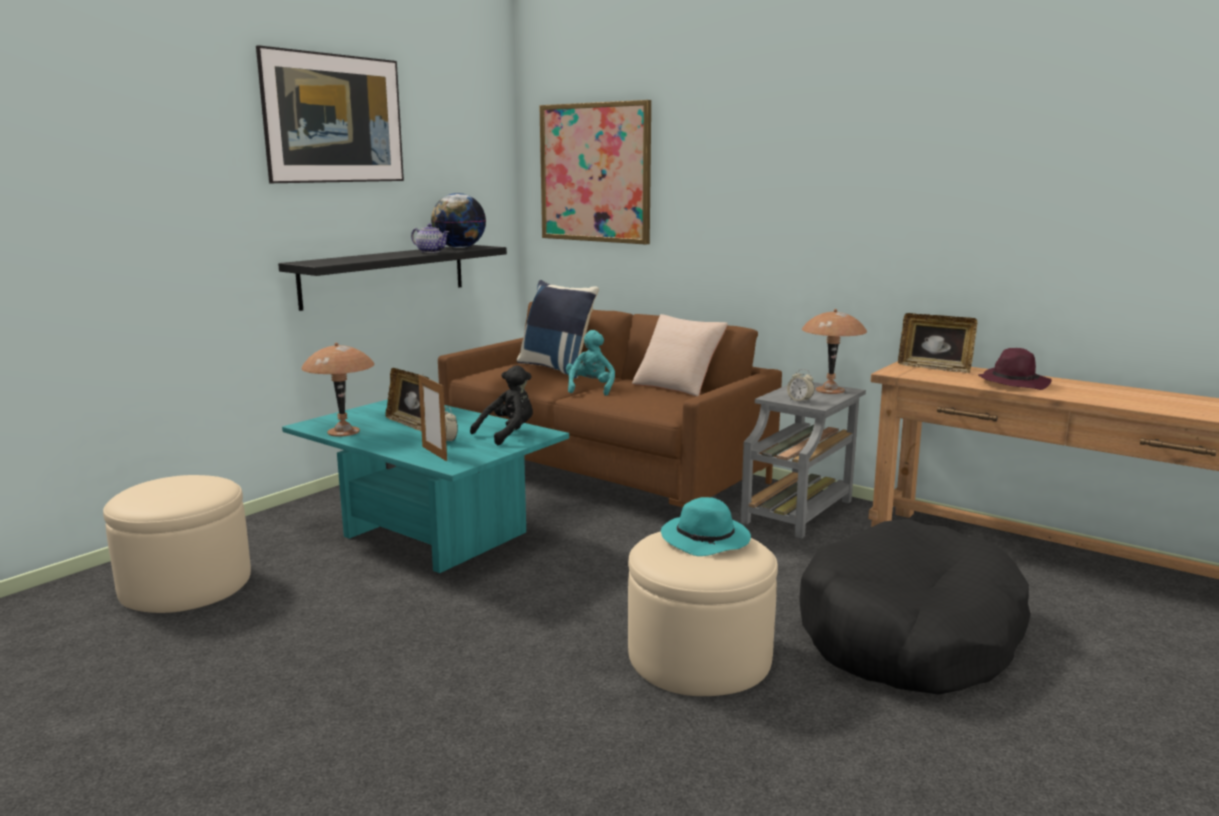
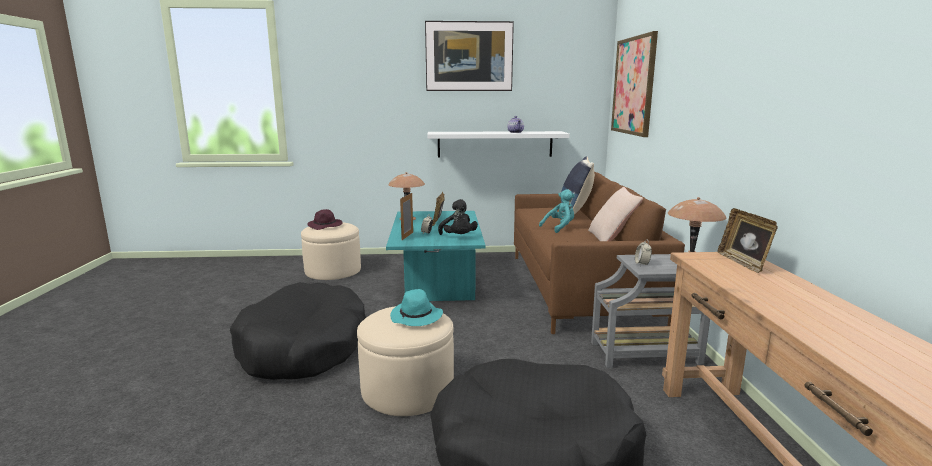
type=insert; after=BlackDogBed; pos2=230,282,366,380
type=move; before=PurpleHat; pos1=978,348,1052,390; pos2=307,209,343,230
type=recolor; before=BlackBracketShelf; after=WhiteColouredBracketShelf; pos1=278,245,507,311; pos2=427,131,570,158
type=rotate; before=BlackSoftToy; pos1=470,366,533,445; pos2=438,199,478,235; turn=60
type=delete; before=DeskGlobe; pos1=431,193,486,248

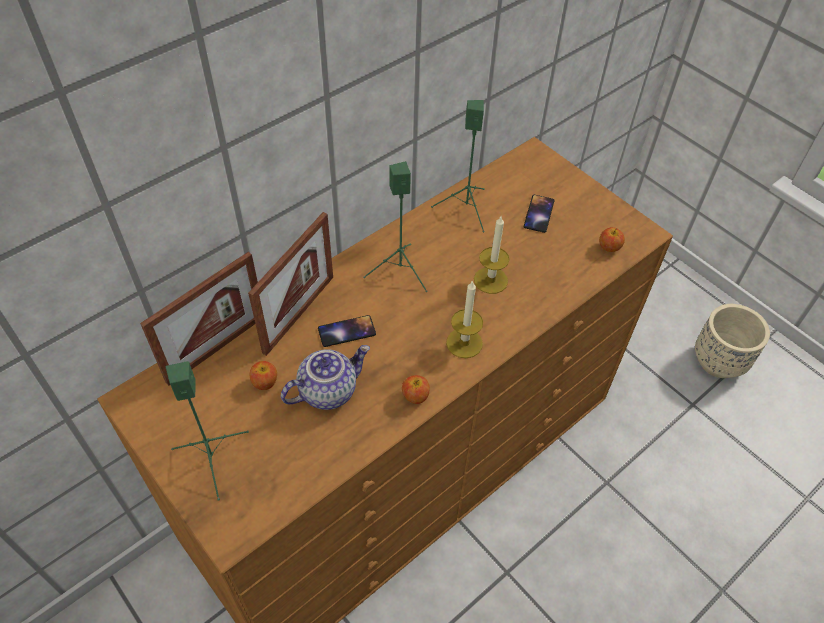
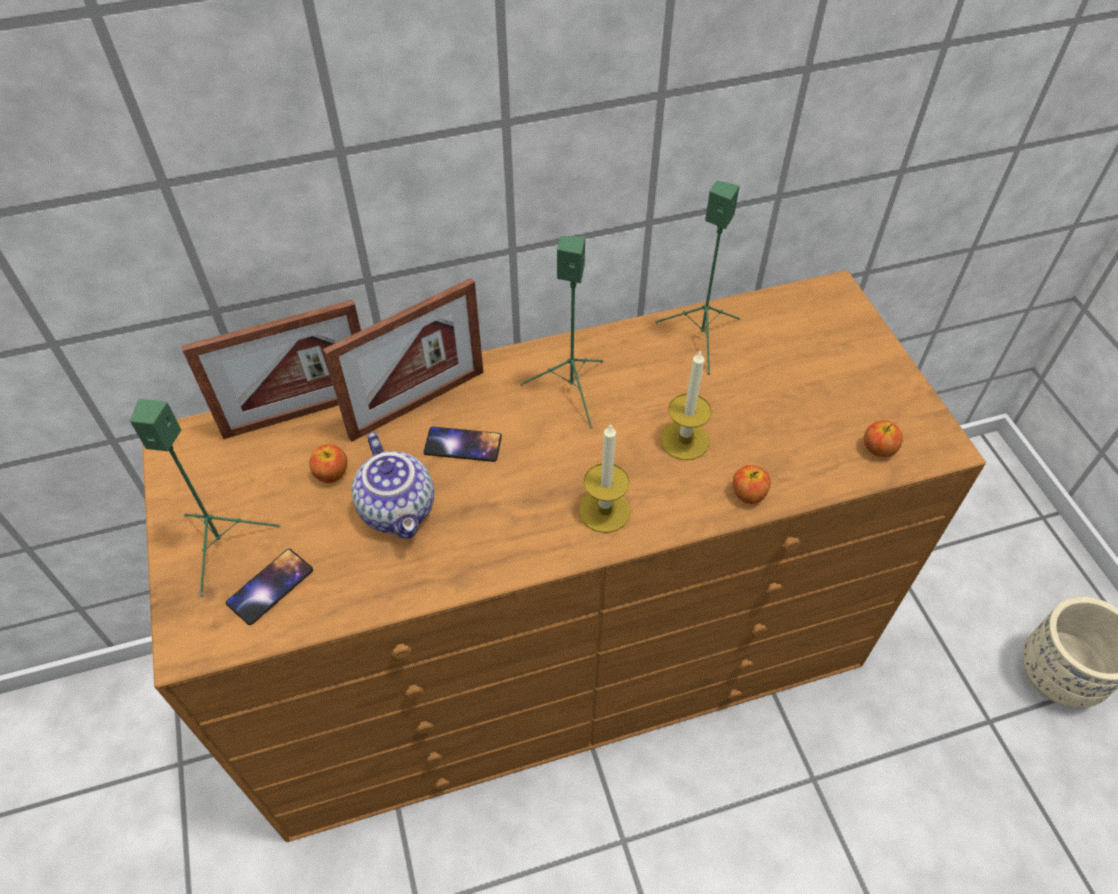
type=move; before=Phone; pos1=524,195,554,233; pos2=226,549,313,625
type=rotate; before=TeaPot; pos1=281,345,370,410; pos2=352,432,434,539; turn=75
type=move; before=WholeApple; pos1=402,375,430,404; pos2=733,465,771,504

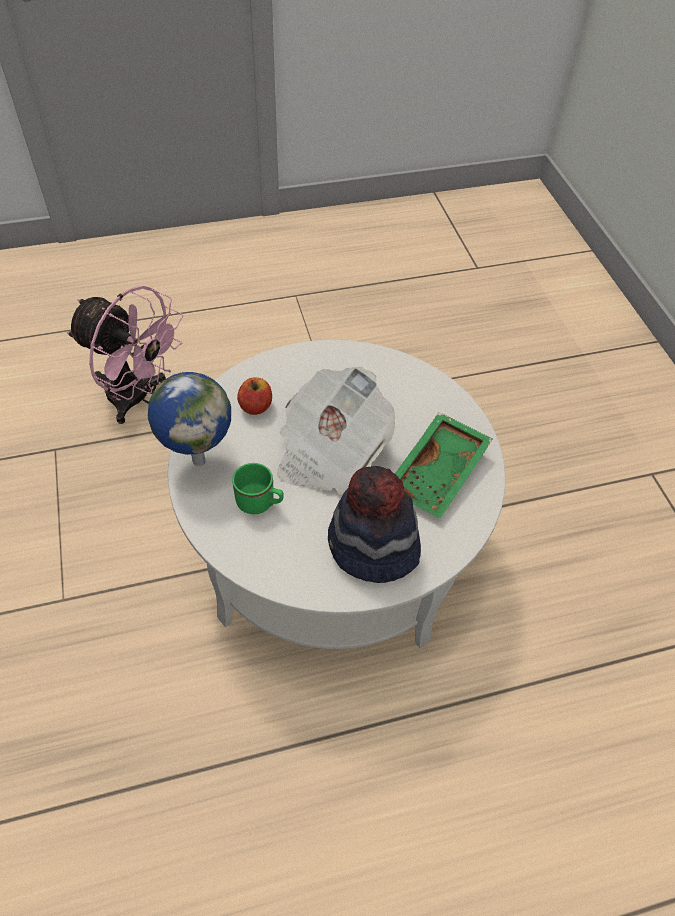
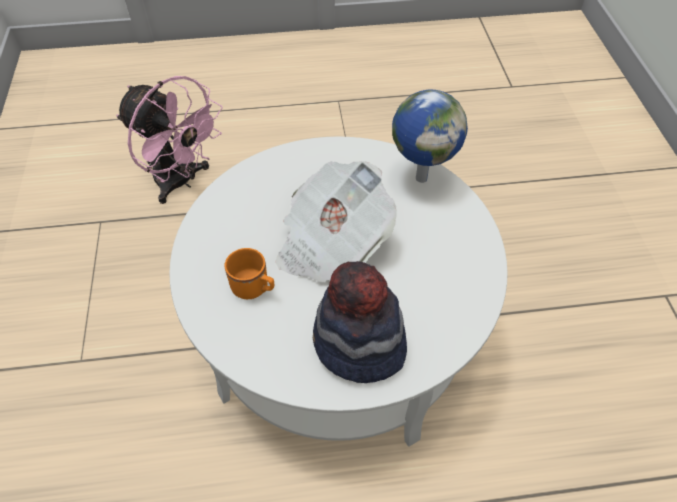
type=recolor; before=GreenishMug; after=OrangeMug; pos1=232,463,284,514; pos2=225,248,274,299
type=move; before=DeskGlobe; pos1=148,372,231,466; pos2=392,90,468,183
type=delete; before=WholeApple; pos1=237,377,272,415
type=delete; before=GreenishCarryingTray; pos1=395,412,493,518

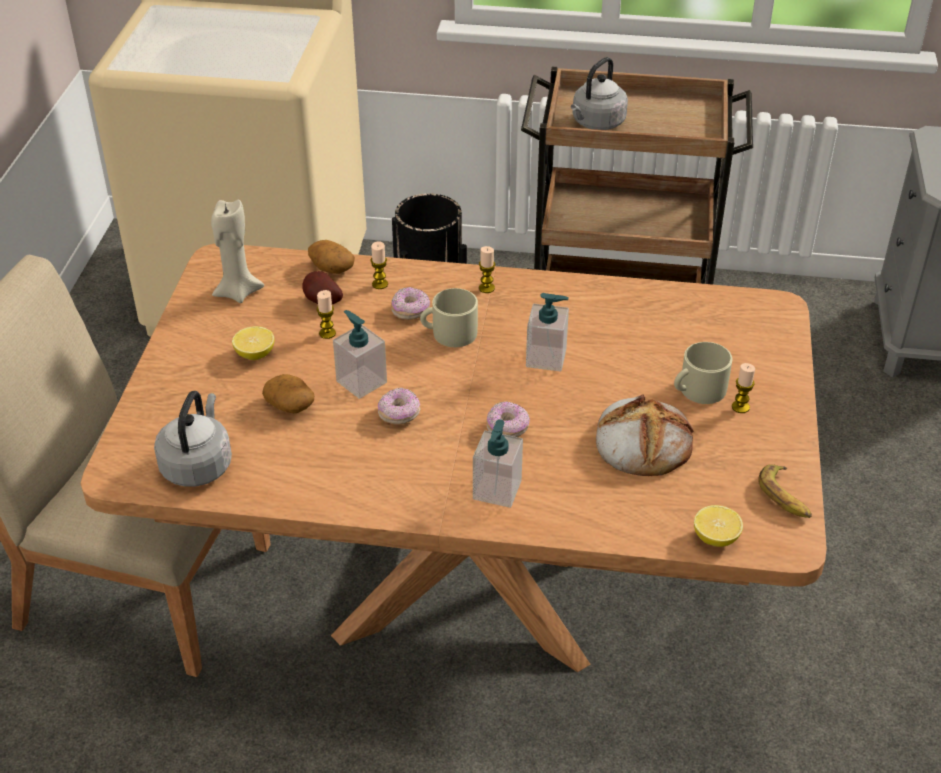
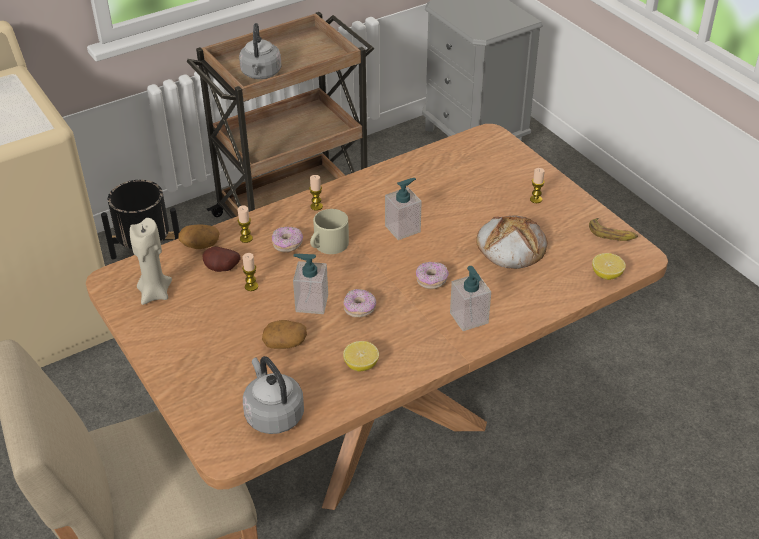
type=move; before=WholeLemon; pos1=232,326,275,360; pos2=343,341,379,372
type=delete; before=BeigeMug; pos1=674,342,732,404

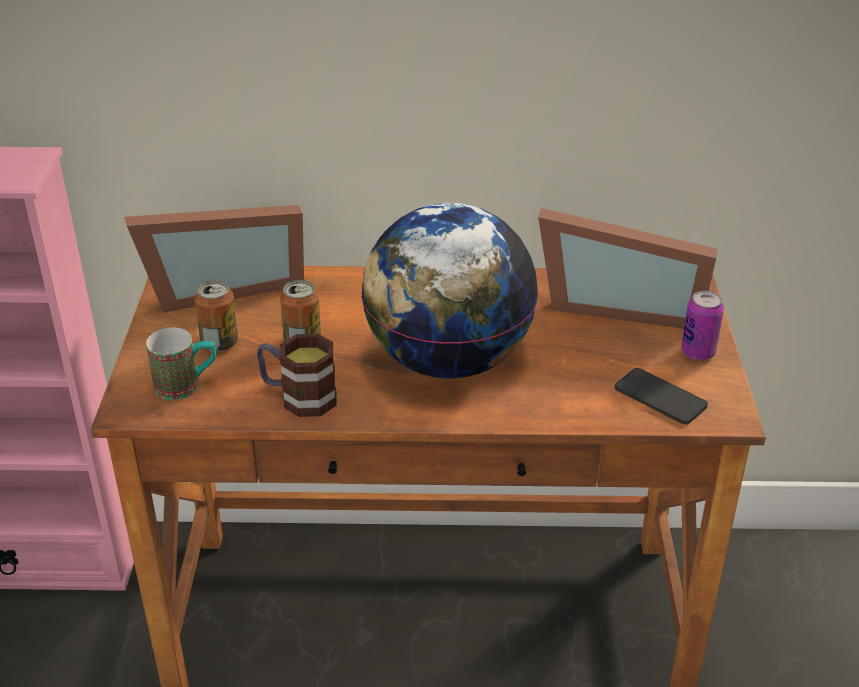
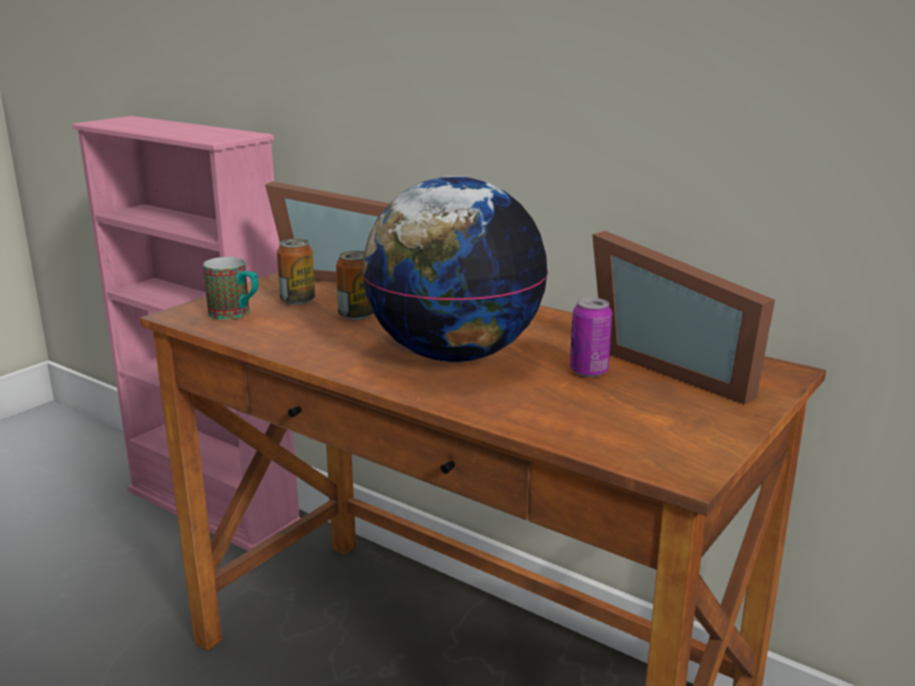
type=move; before=MetalCan; pos1=681,291,724,360; pos2=570,297,612,377
type=delete; before=Mug; pos1=257,334,337,417
type=delete; before=Phone; pos1=615,368,708,424

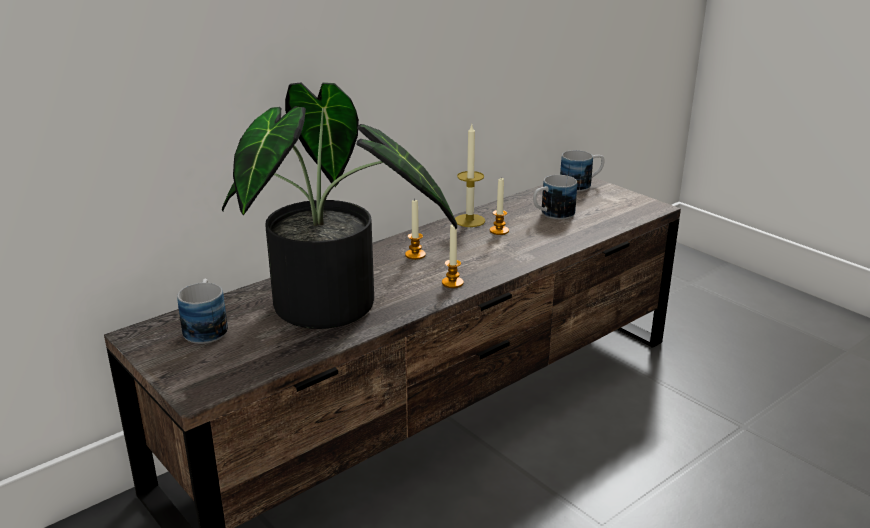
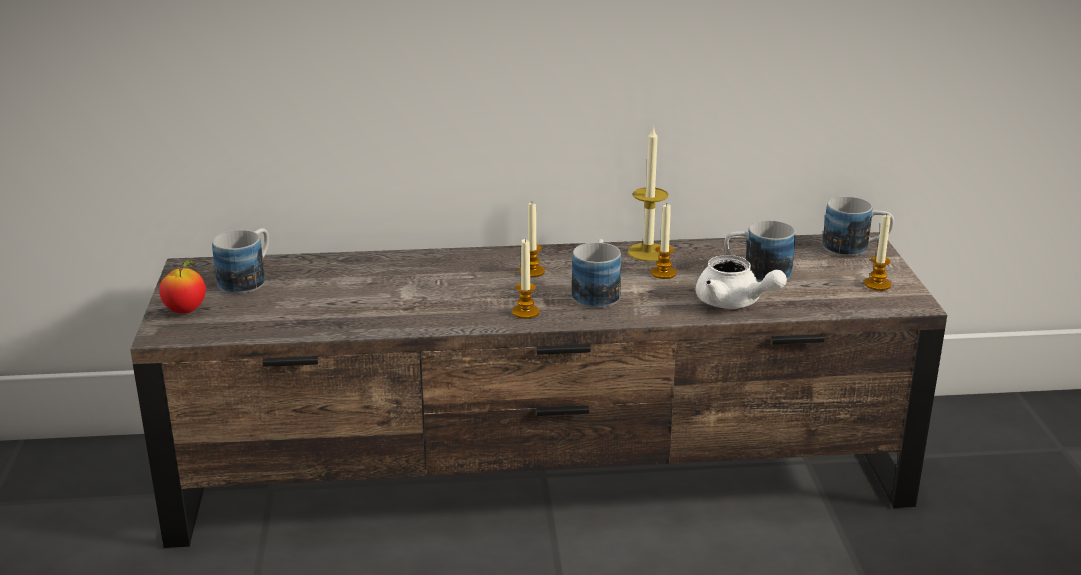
type=insert; after=WholeApple; pos2=159,261,206,314
type=insert; after=Mug; pos2=572,239,621,308
type=insert; after=WhiteColouredTeaPot; pos2=696,255,787,309
type=insert; after=WaxLight; pos2=864,215,891,291
type=delete; before=PottedPlant; pos1=222,82,457,329

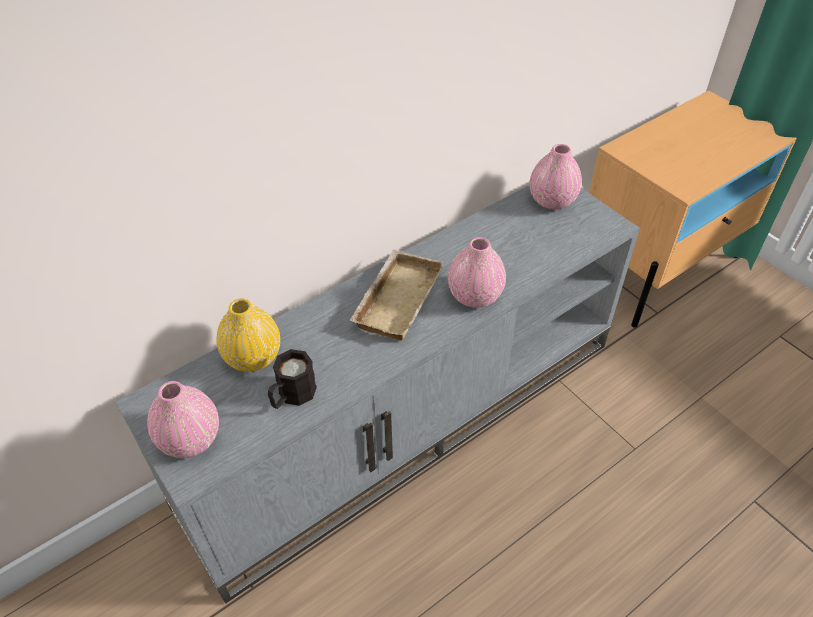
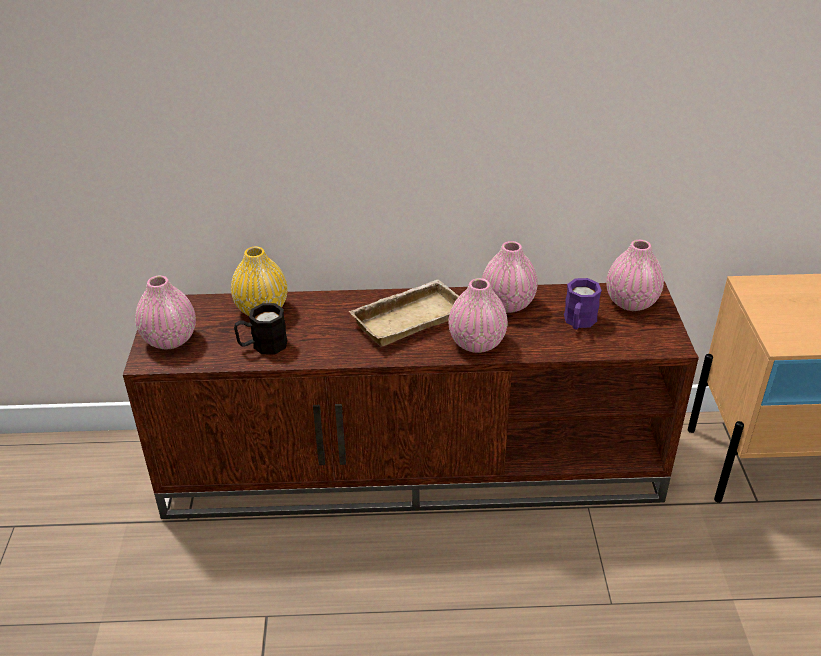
type=recolor; before=GreyishTvStand; after=BrownColouredTvStand; pos1=115,185,640,604; pos2=123,281,699,519
type=insert; after=PinkDecorativeVase; pos2=482,241,538,313
type=insert; after=PurpleMug; pos2=564,278,602,329

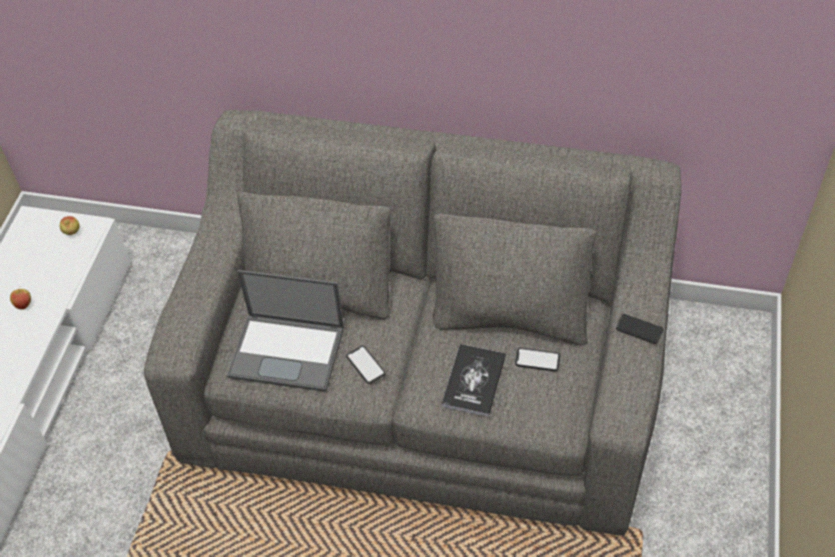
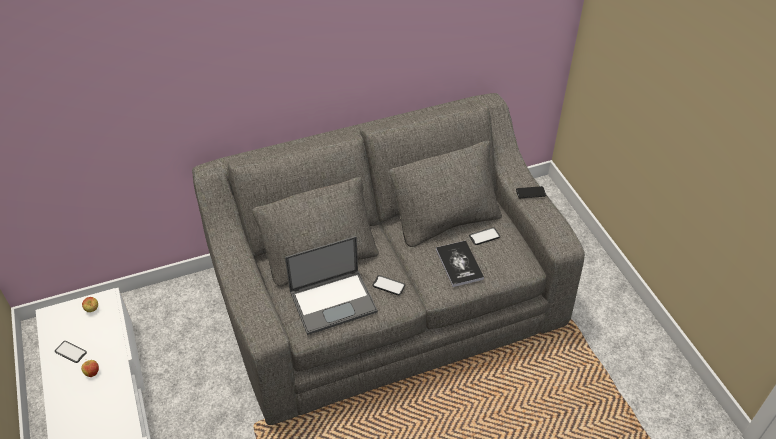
type=insert; after=Phone; pos2=55,341,87,363

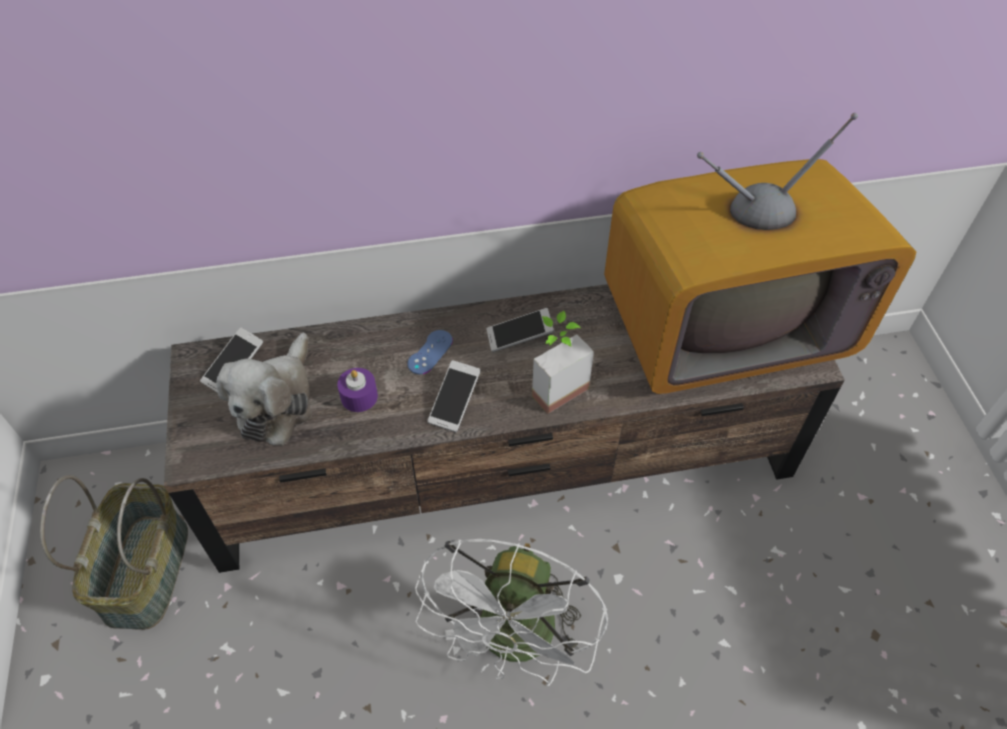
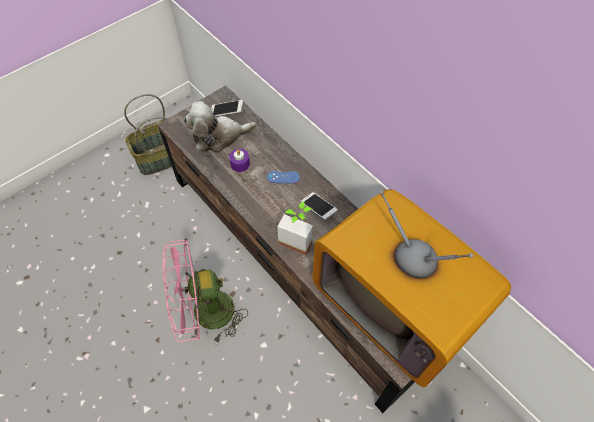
type=recolor; before=WhiteColouredFan; after=PinkFan; pos1=415,539,608,686; pos2=163,238,248,344
type=delete; before=Phone; pos1=427,360,481,432

